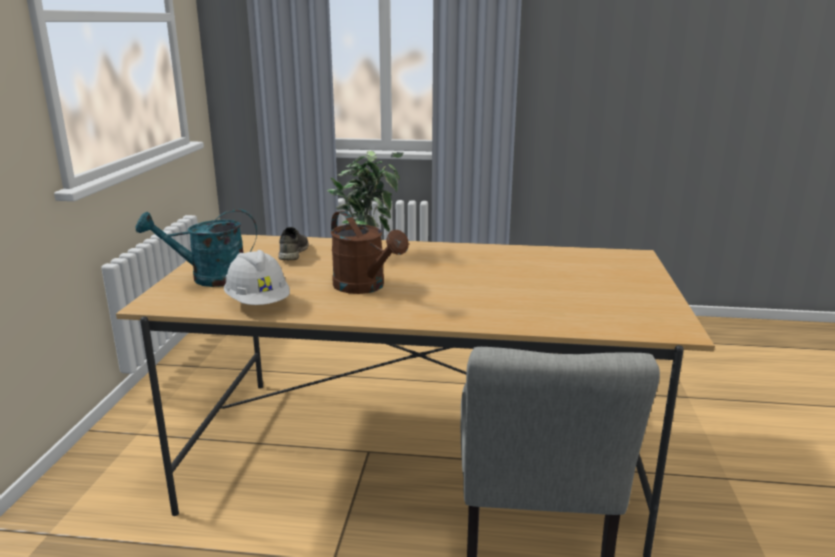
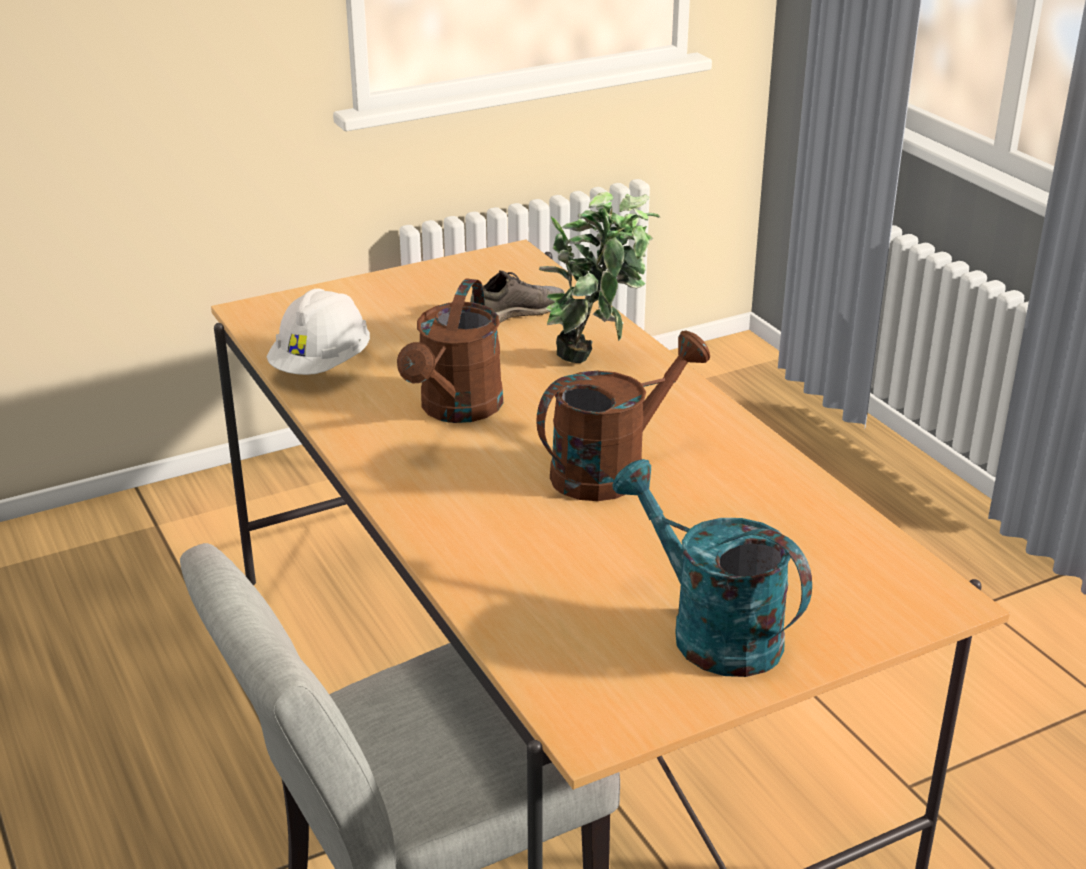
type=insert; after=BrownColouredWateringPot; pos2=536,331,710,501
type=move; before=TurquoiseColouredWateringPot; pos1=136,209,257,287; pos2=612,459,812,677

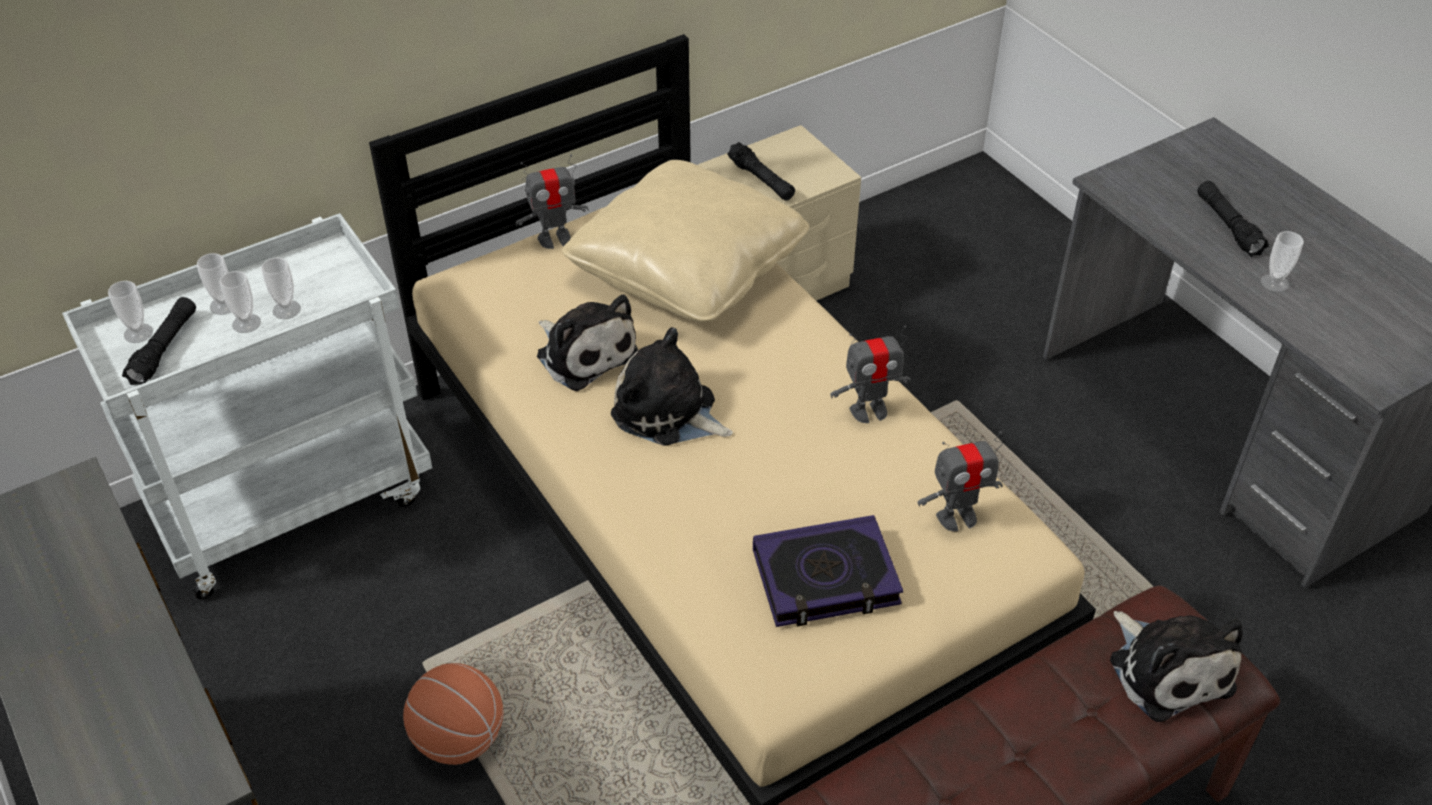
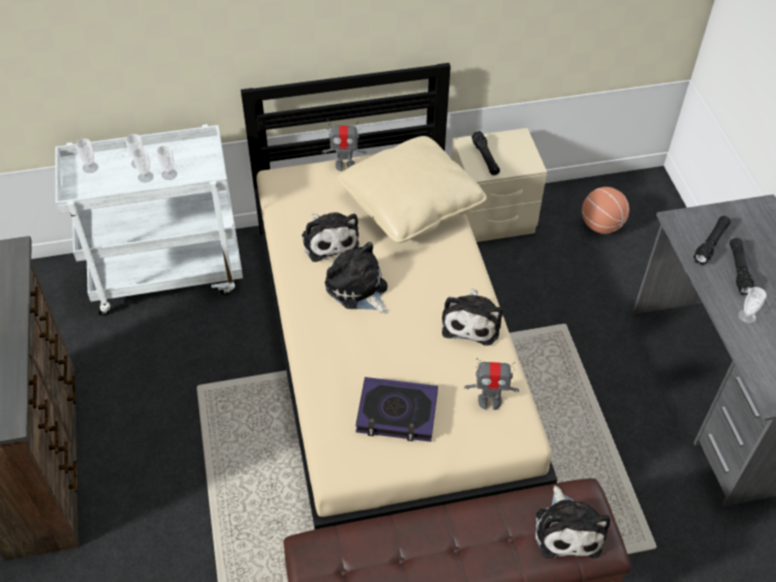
type=replace; before=RobotFigure; after=SoftToy; pos1=830,325,911,423; pos2=442,289,503,346
type=move; before=BasketballBall; pos1=403,663,504,765; pos2=582,187,629,234
type=move; before=BlackFlashlight; pos1=122,297,196,385; pos2=693,216,731,265

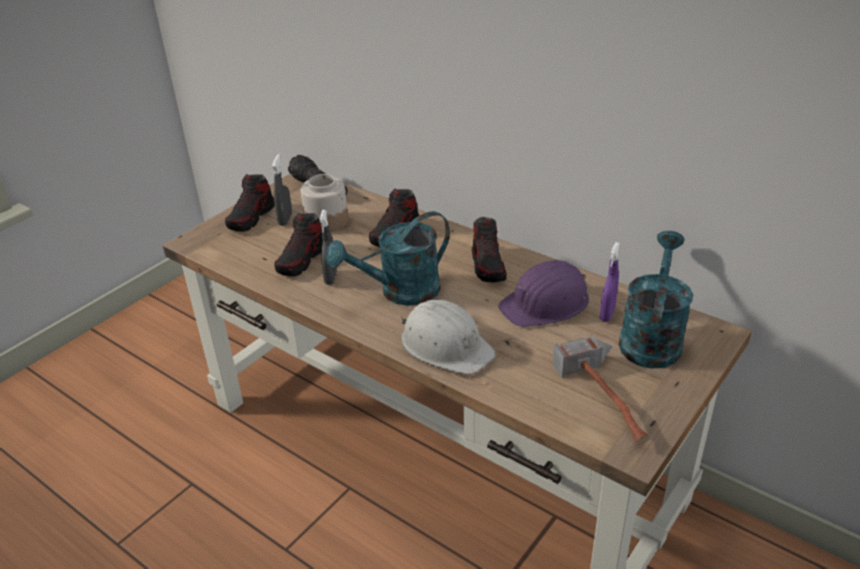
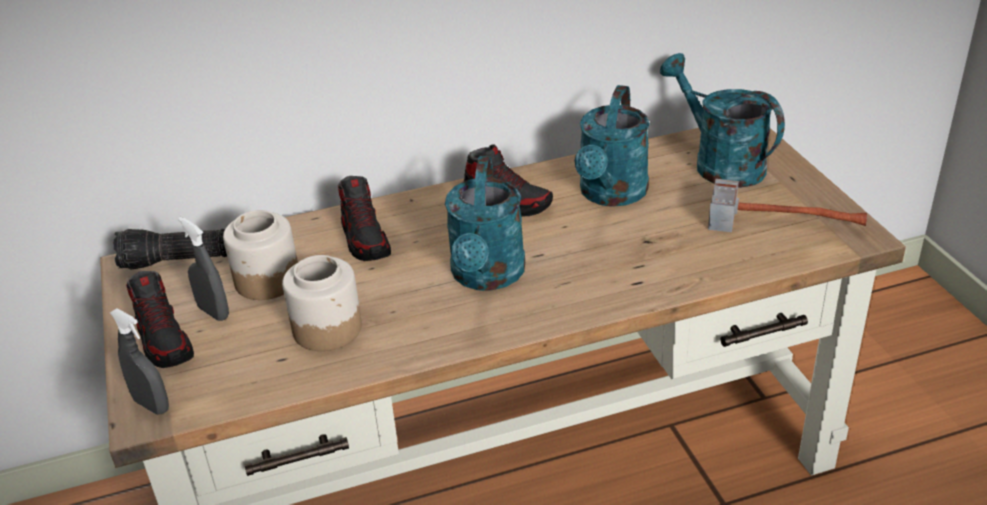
type=move; before=GreyishSprayBottle; pos1=319,210,337,285; pos2=110,308,169,415
type=replace; before=LowShoe; after=PreserveJar; pos1=274,213,323,277; pos2=282,255,362,351
type=replace; before=PurpleSafetyHelmet; after=TurquoiseColouredWateringPot; pos1=498,260,589,327; pos2=575,85,650,207
type=delete; before=WhiteColouredSafetyHelmet; pos1=401,300,496,375
type=delete; before=PurpleSprayBottle; pos1=600,242,620,322

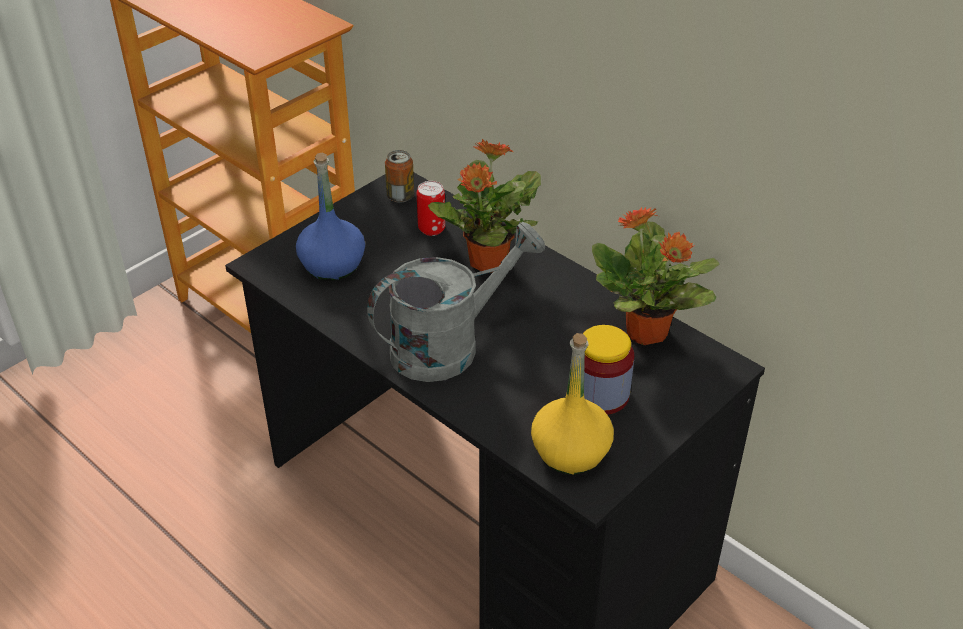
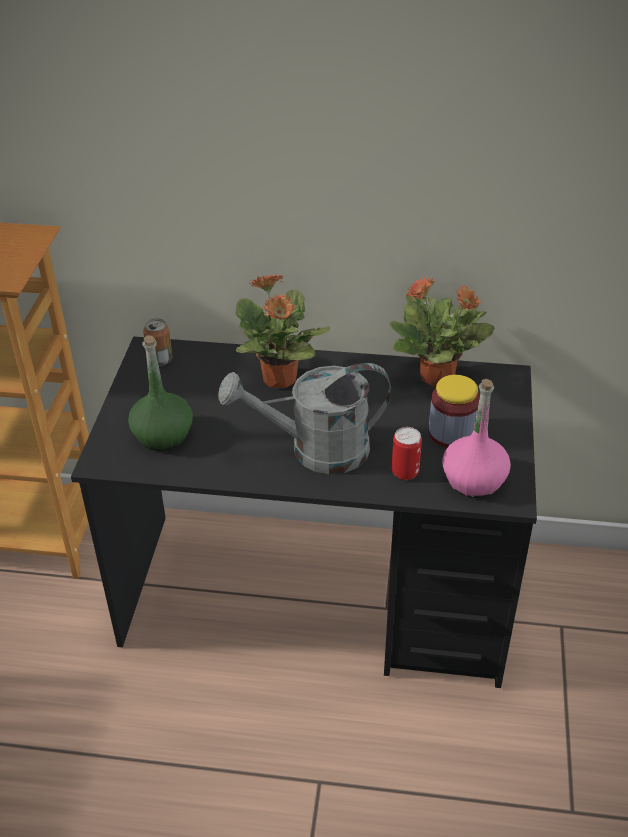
type=recolor; before=BlueColouredDrinkBottle; after=GreenishDrinkBottle; pos1=296,153,365,281; pos2=128,336,193,451
type=rotate; before=GreyishWateringPot; pos1=367,222,545,382; pos2=218,363,391,474; turn=-120
type=move; before=MetalCan; pos1=417,181,446,236; pos2=392,427,422,480
type=recolor; before=YellowDrinkBottle; after=PinkDrinkBottle; pos1=531,333,614,475; pos2=442,379,511,498

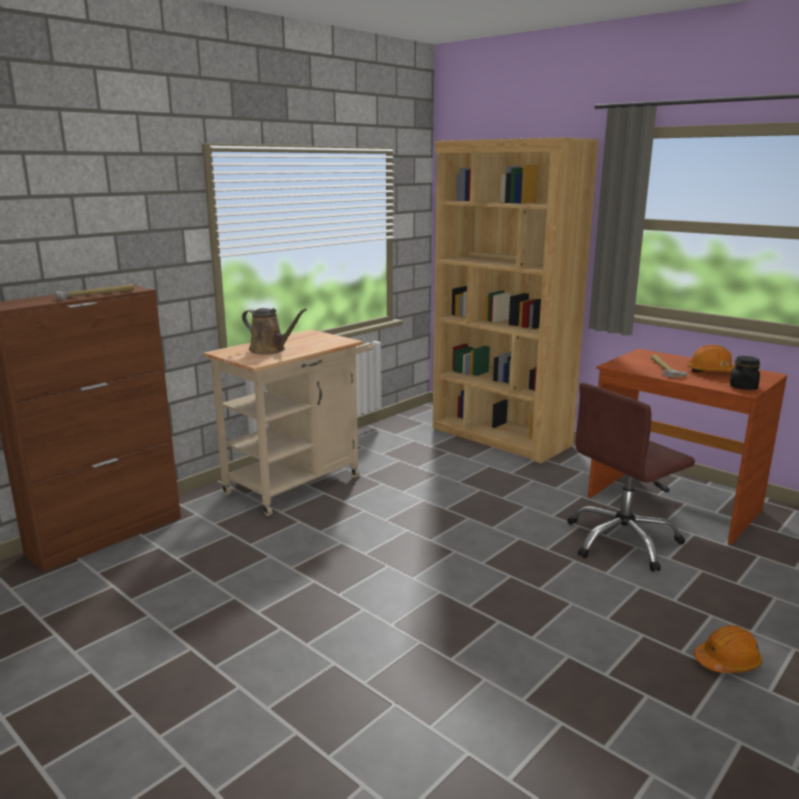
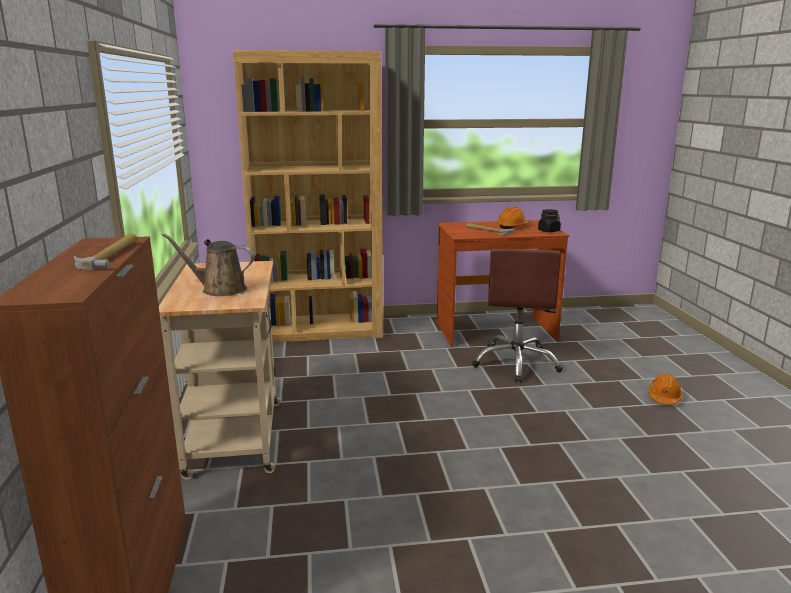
type=rotate; before=BrownColouredWateringPot; pos1=242,308,307,354; pos2=162,233,255,296; turn=-150

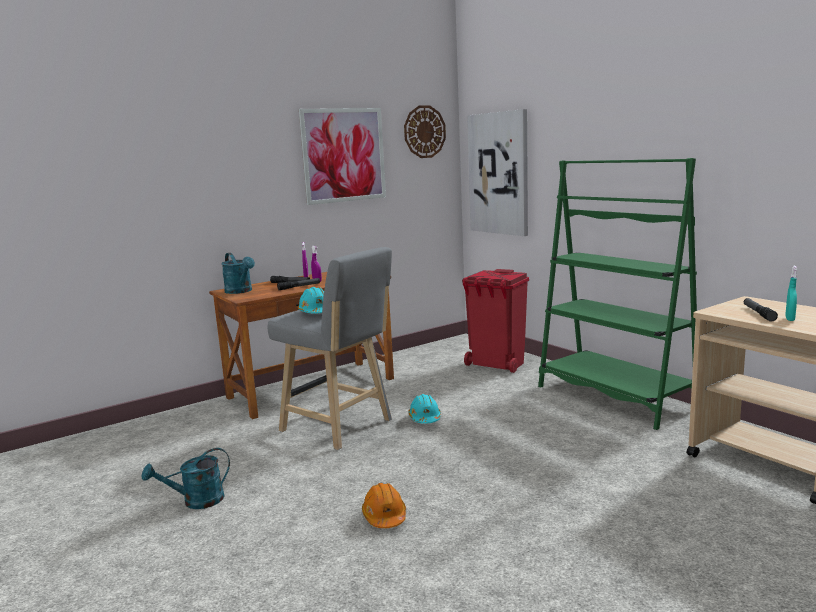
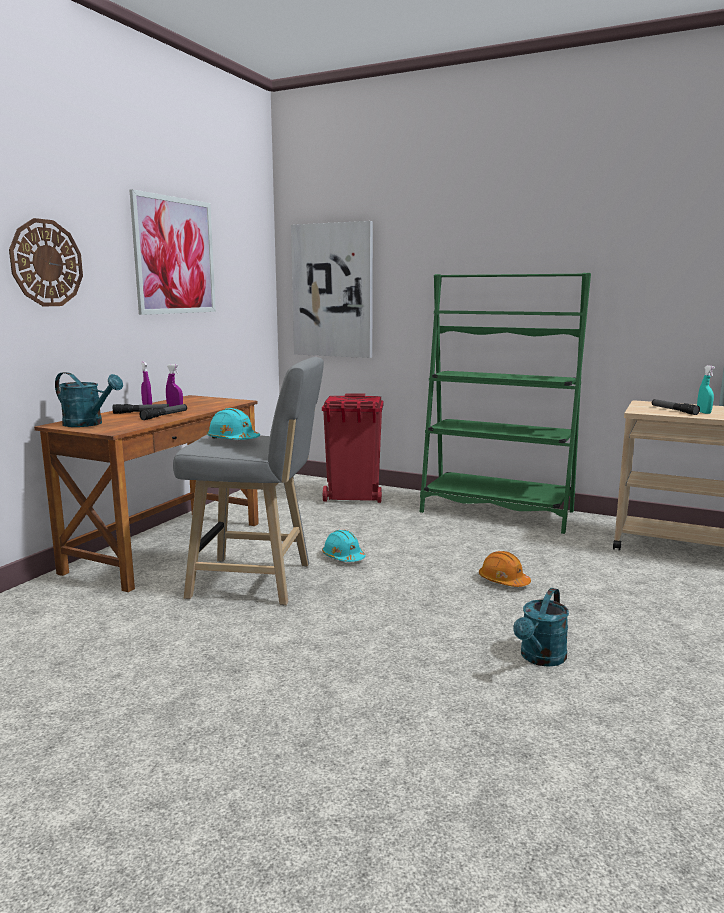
type=move; before=WallClock; pos1=404,106,446,158; pos2=9,218,83,306
type=move; before=OrangeSafetyHelmet; pos1=362,483,406,528; pos2=479,551,531,587
type=move; before=TurquoiseColouredWateringPot; pos1=142,448,230,509; pos2=513,588,569,667

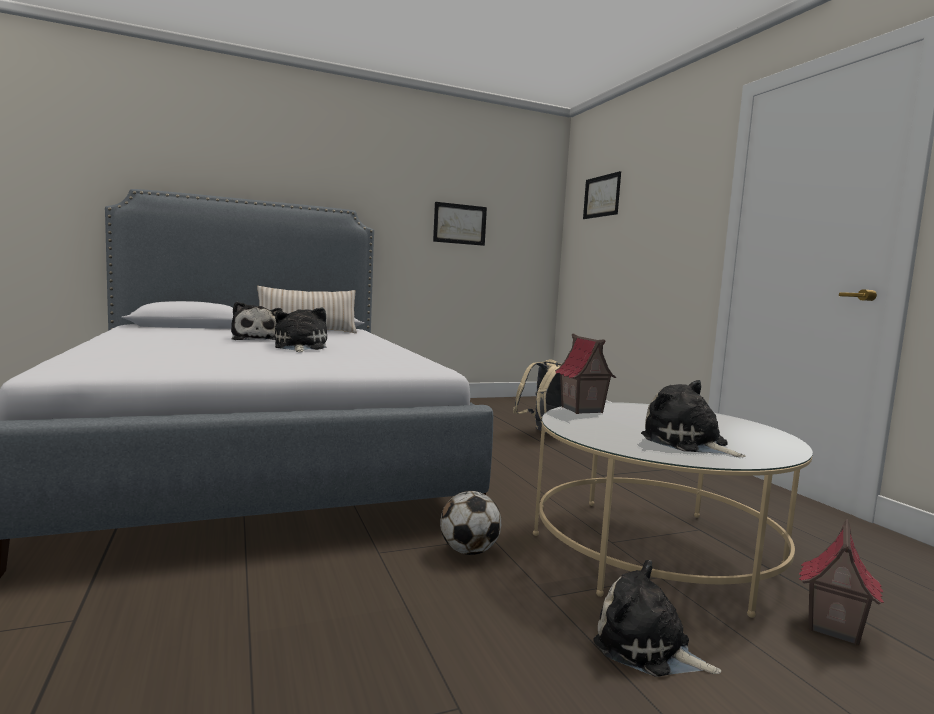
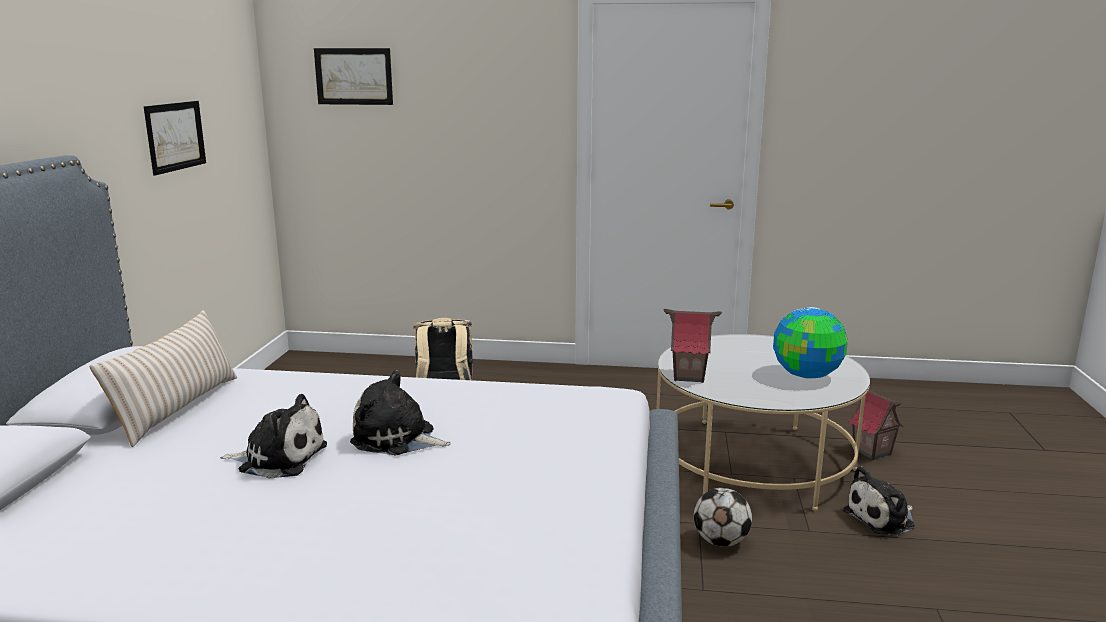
type=replace; before=SoftToy; after=DeskGlobe; pos1=641,380,746,457; pos2=773,307,848,379

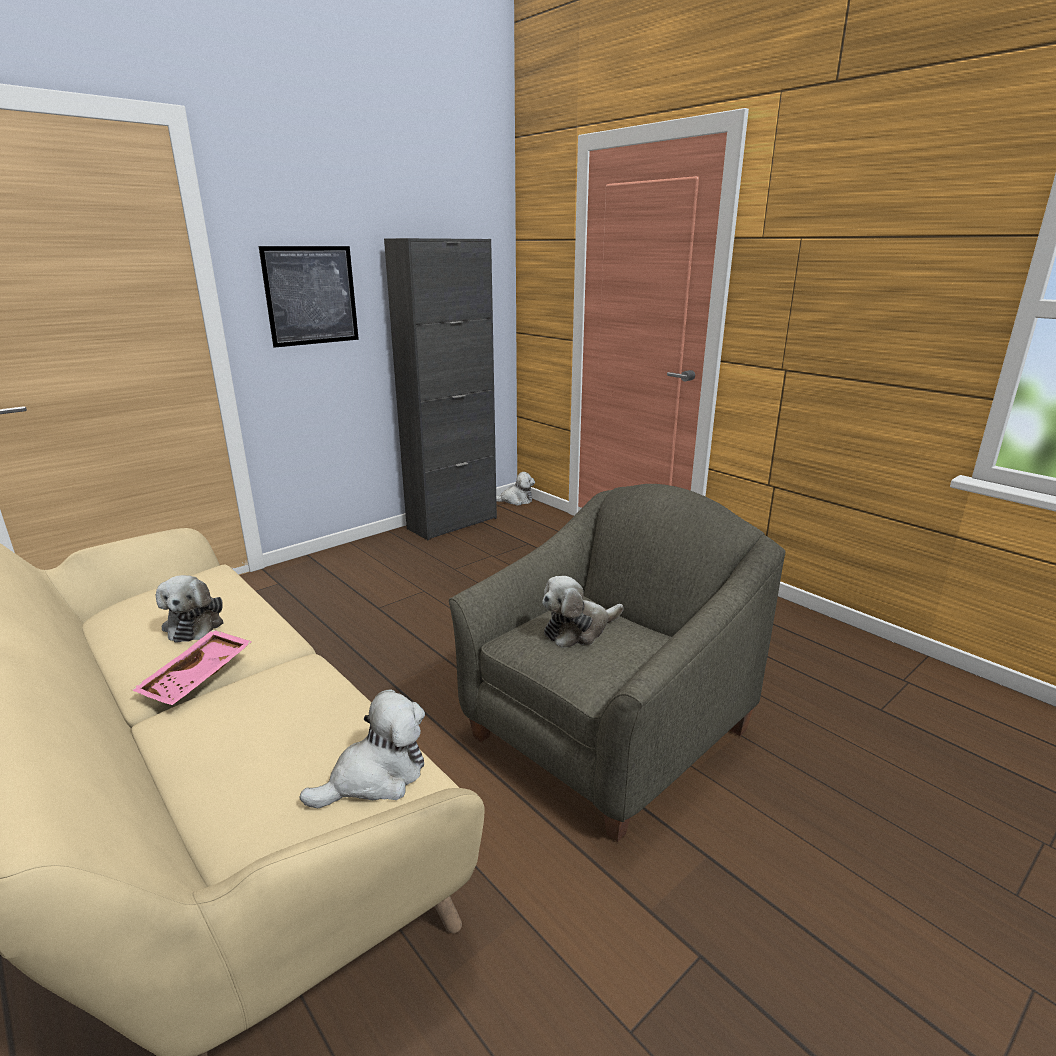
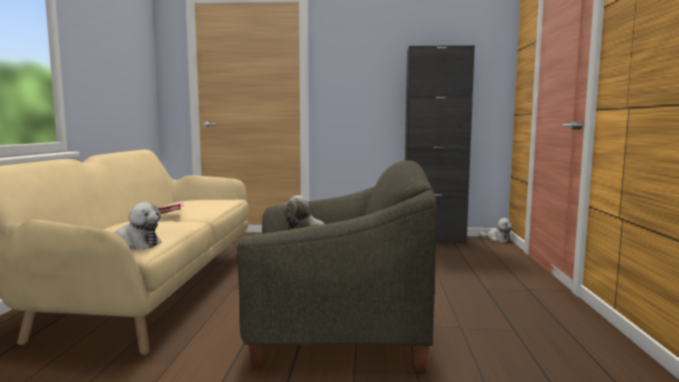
type=delete; before=SoftToy; pos1=156,575,224,643
type=delete; before=WallPicture; pos1=259,246,359,348

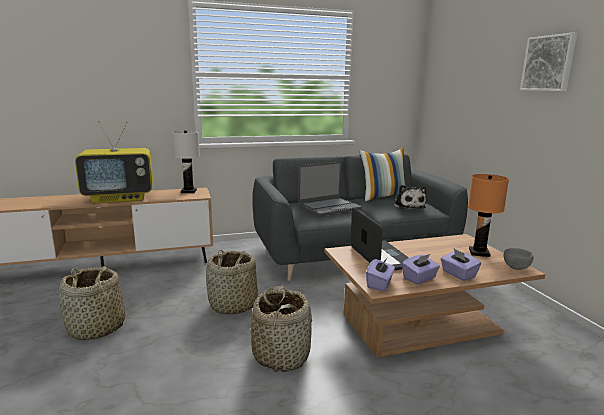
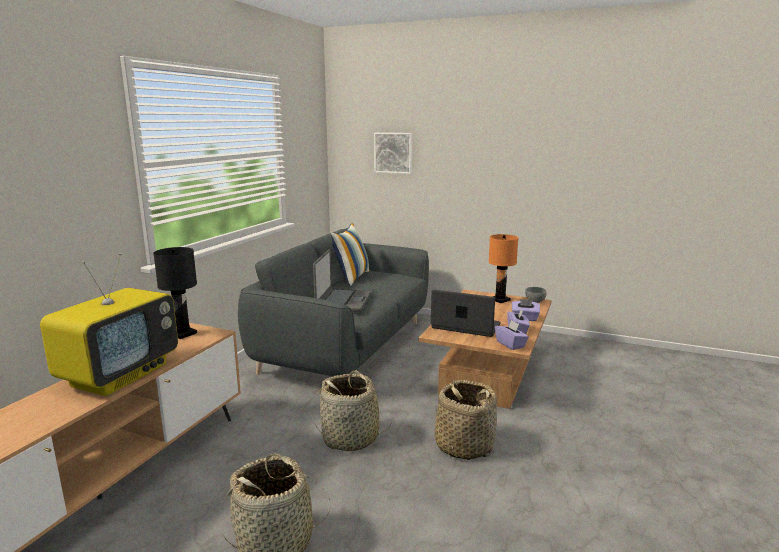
type=recolor; before=WhiteColouredTableLamp; after=BlackTableLamp; pos1=172,131,200,193; pos2=153,247,197,339
type=move; before=WallPicture; pos1=520,33,577,91; pos2=374,133,412,174
type=delete; before=SoftToy; pos1=393,185,426,210

